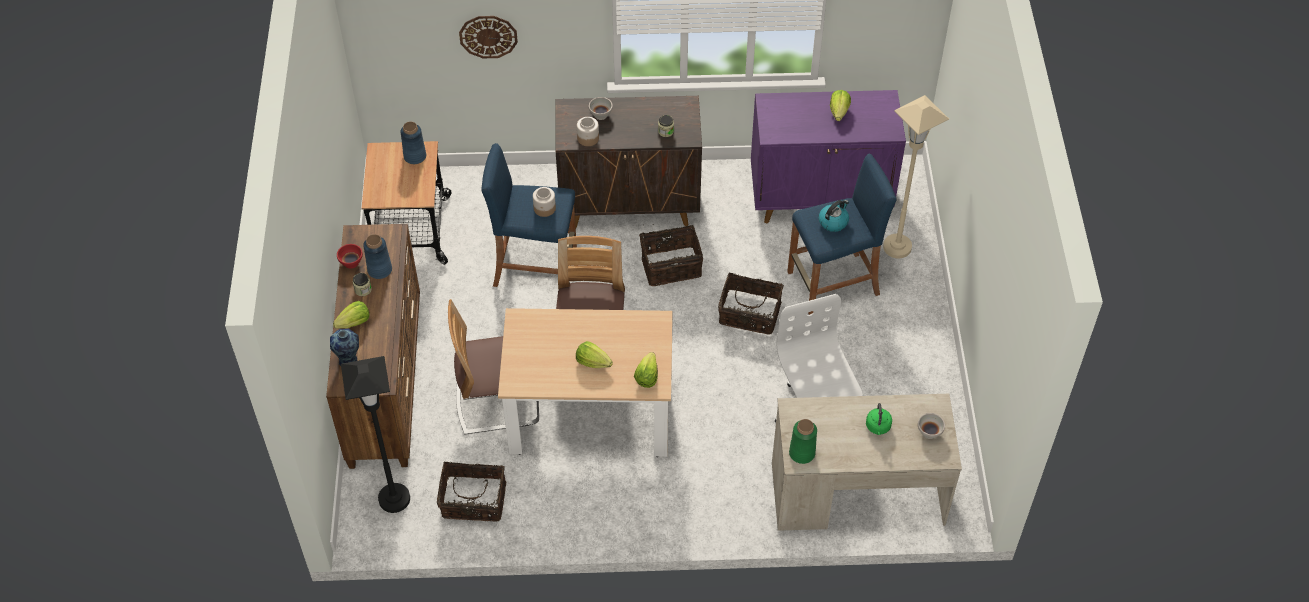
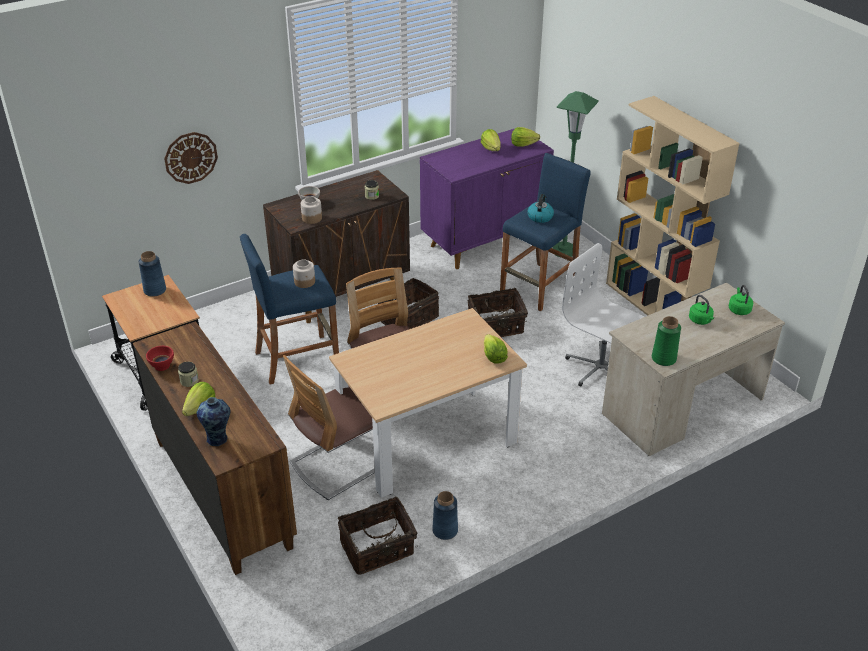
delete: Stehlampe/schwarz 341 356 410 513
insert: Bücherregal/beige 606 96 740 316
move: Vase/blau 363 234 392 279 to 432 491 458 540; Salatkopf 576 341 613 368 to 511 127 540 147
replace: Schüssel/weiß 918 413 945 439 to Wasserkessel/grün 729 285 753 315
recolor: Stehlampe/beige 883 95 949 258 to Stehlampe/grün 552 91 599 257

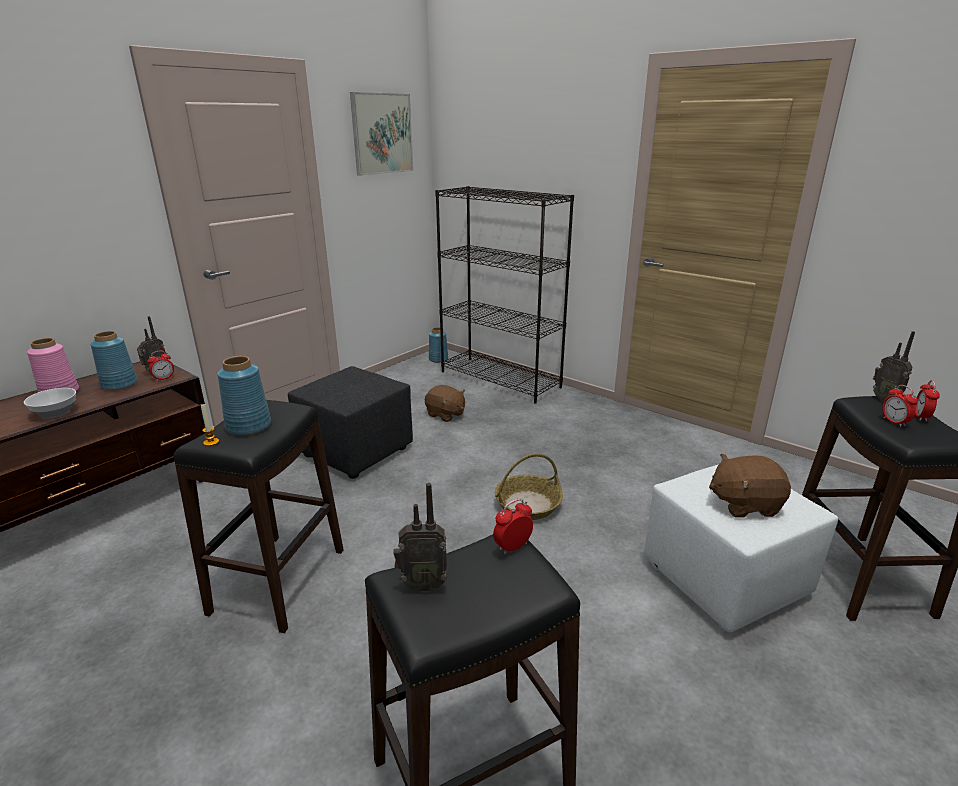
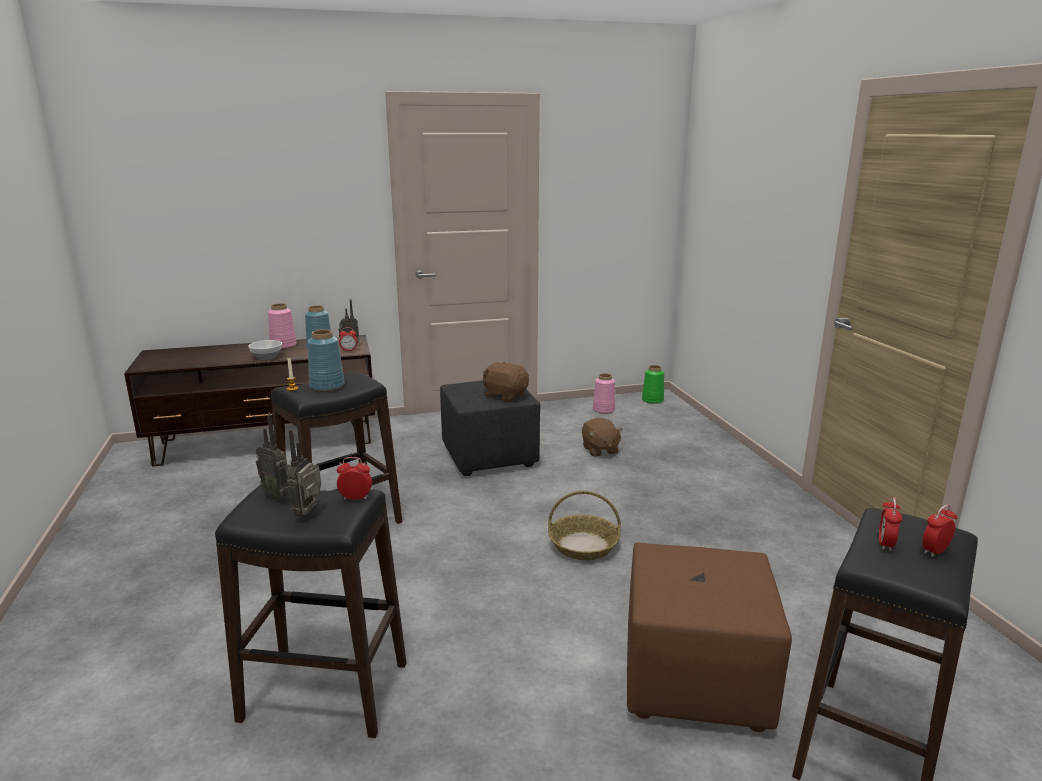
delete: Bild 350 92 414 176; Bücherregal/schwarz 435 186 574 404
insert: Vase/rosa 593 373 615 414
move: Plüschtier/braun 709 454 791 518 to 483 362 529 401; Radio 873 331 915 402 to 286 429 321 517
recolor: Vase/blau 429 327 448 363 to Vase/grün 642 365 664 404; Polsterhocker/weiß 644 464 838 632 to Polsterhocker/braun 627 542 792 732

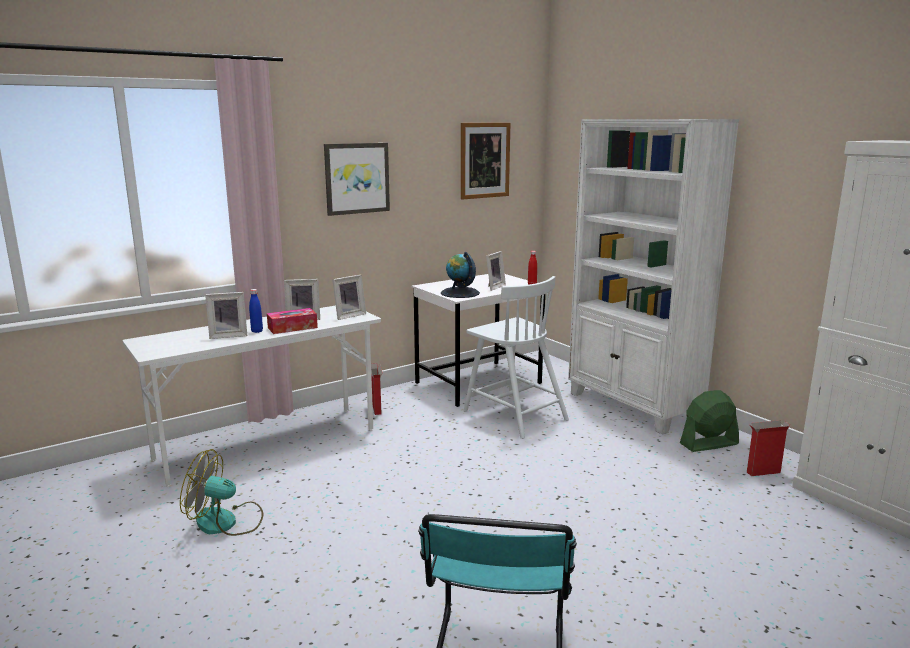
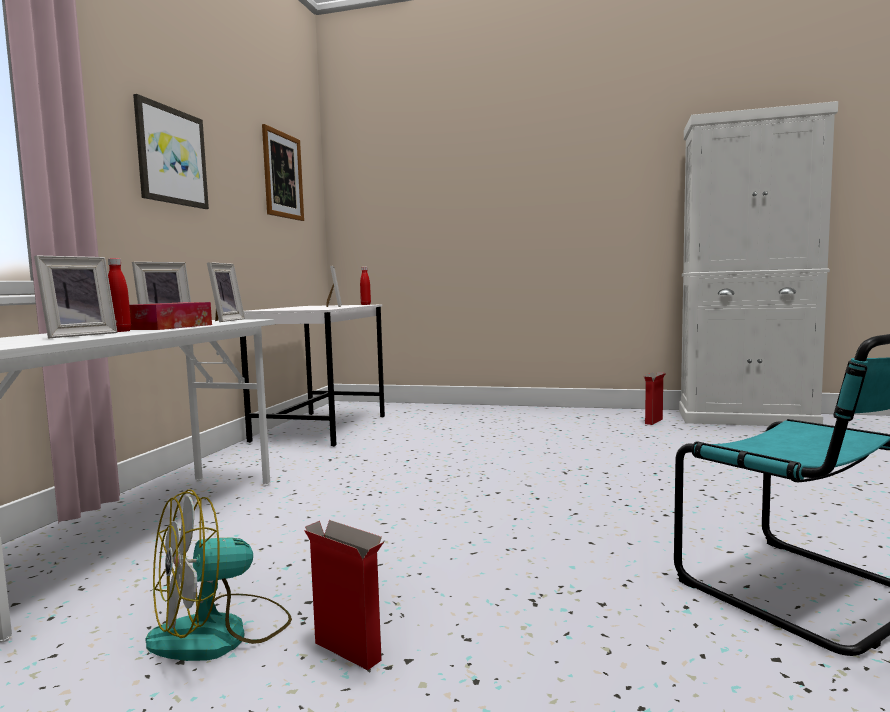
delete: Globus 441 252 480 298; Stuhl/weiß 464 276 569 439; Bücherregal/weiß 568 119 739 435; Ventilator/grün 680 390 739 452
move: Karton 371 363 383 415 to 304 520 384 670
recolor: Flasche/blau 249 289 263 333 to Flasche/rot 108 258 131 332

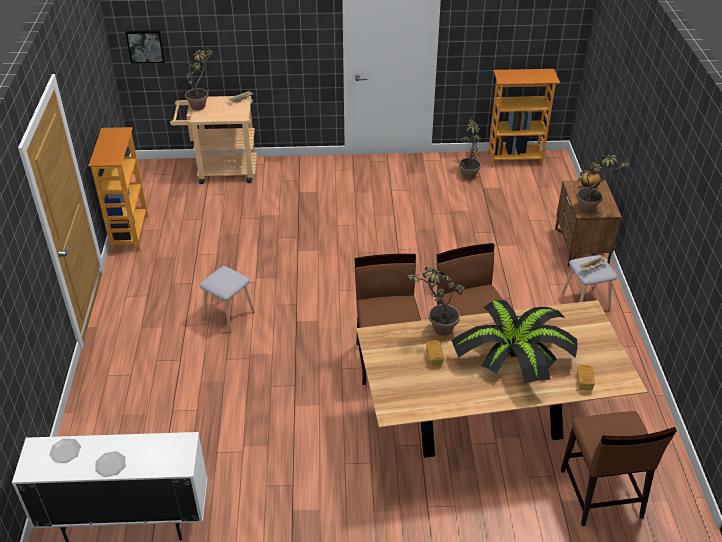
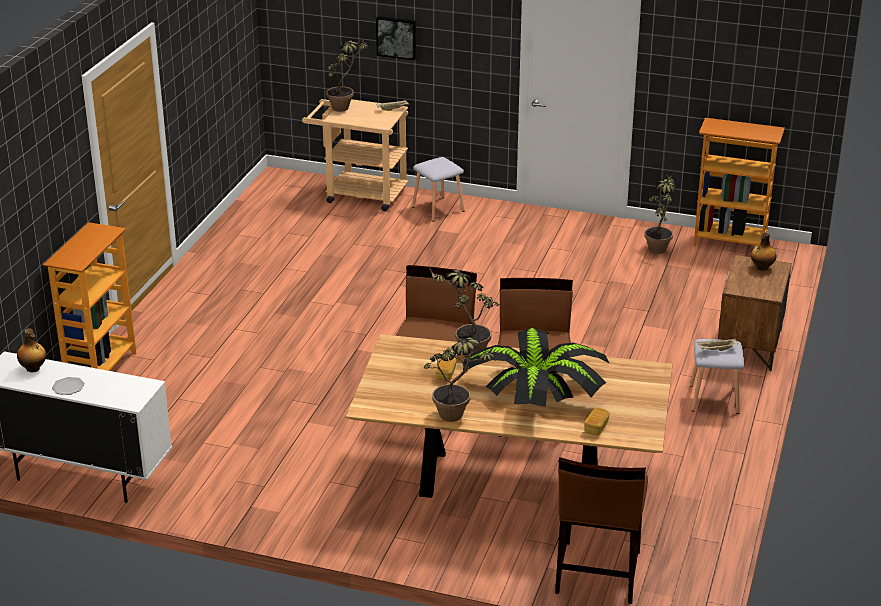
move: Bücherregal 88 127 148 252 to 43 222 136 371; Bild 126 30 165 64 to 376 16 416 60; Hocker/grau 199 266 255 333 to 412 157 465 222; Topfpflanze 576 154 630 213 to 424 337 496 422
replace: Teller 49 439 81 463 to Flasche 17 329 46 373

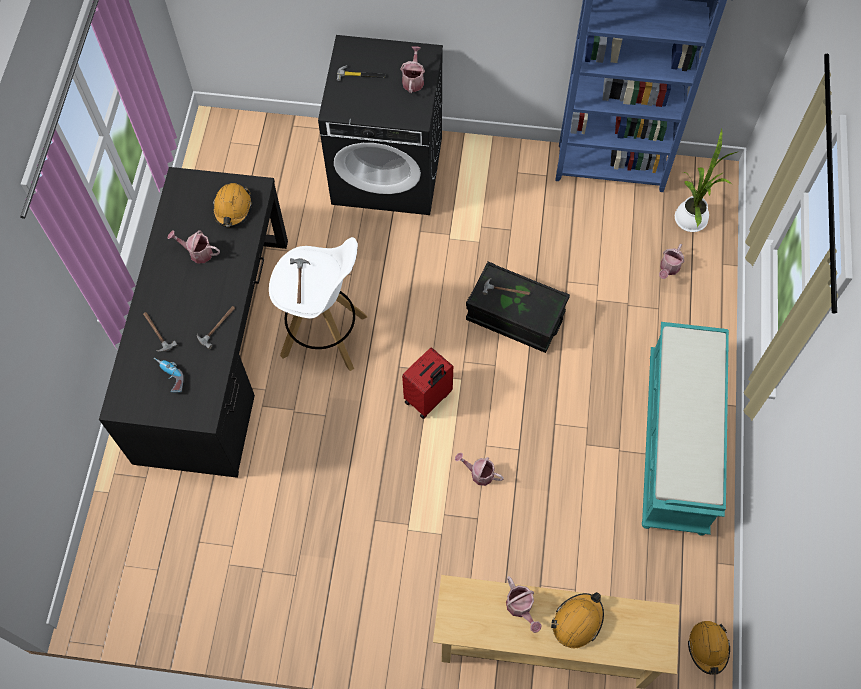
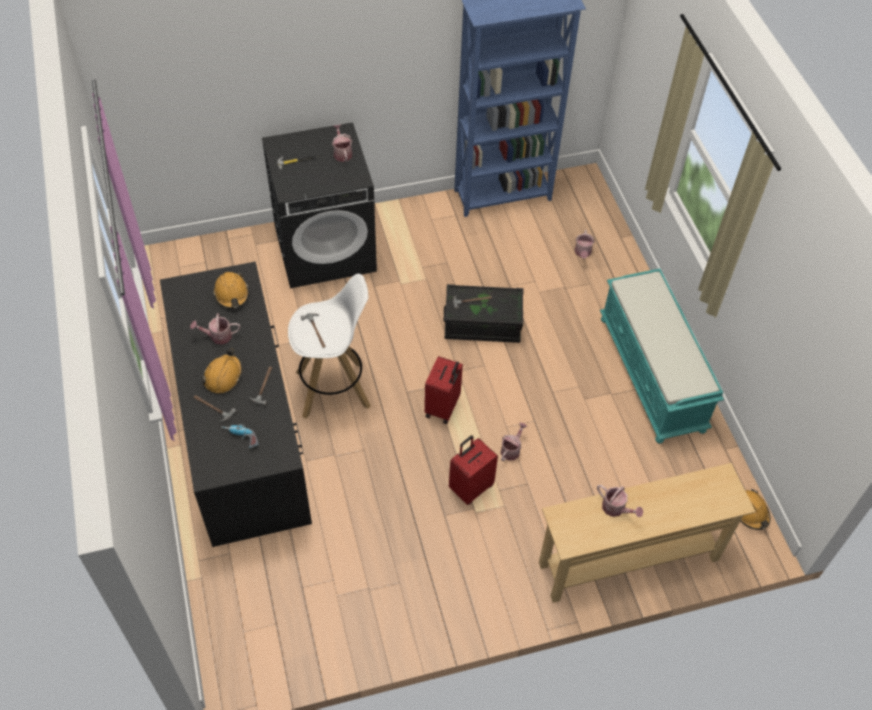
delete: Topfpflanze 675 129 737 232
insert: Koffer/rot 449 435 498 505
move: Schutzhelm/orange 551 592 604 648 to 202 348 242 394
rotate: Gießkanne 455 453 504 486 = 501 422 527 461 120 degrees clockwise

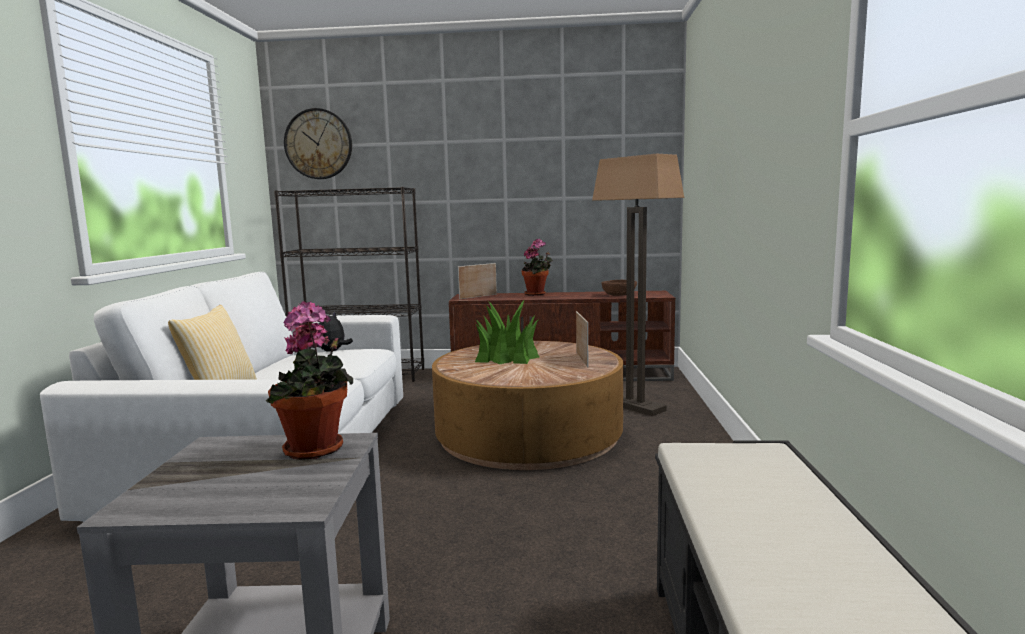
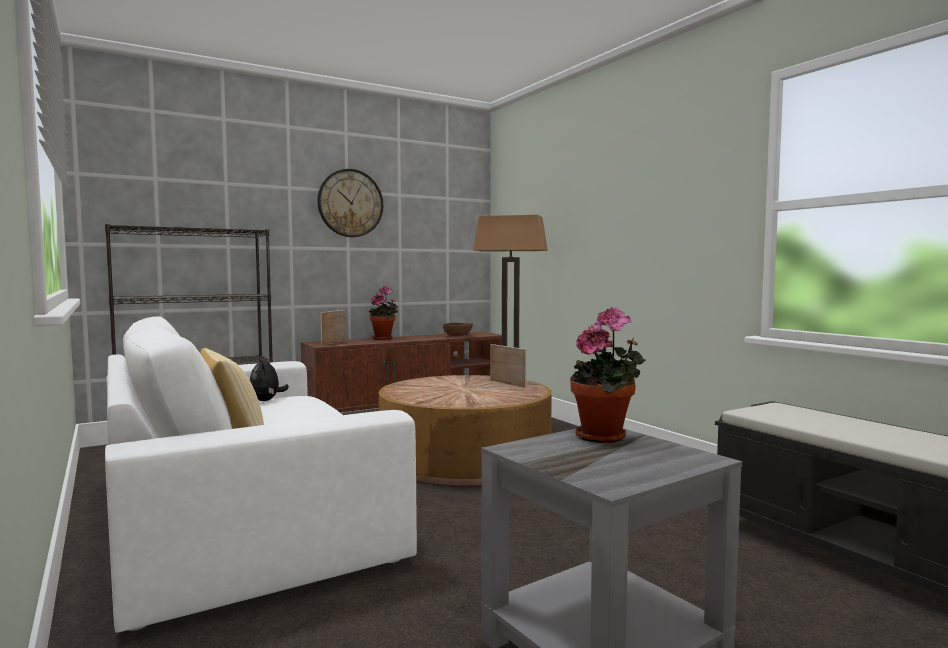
delete: Topfpflanze 475 299 539 364
move: Wanduhr 284 108 352 179 to 317 169 383 237

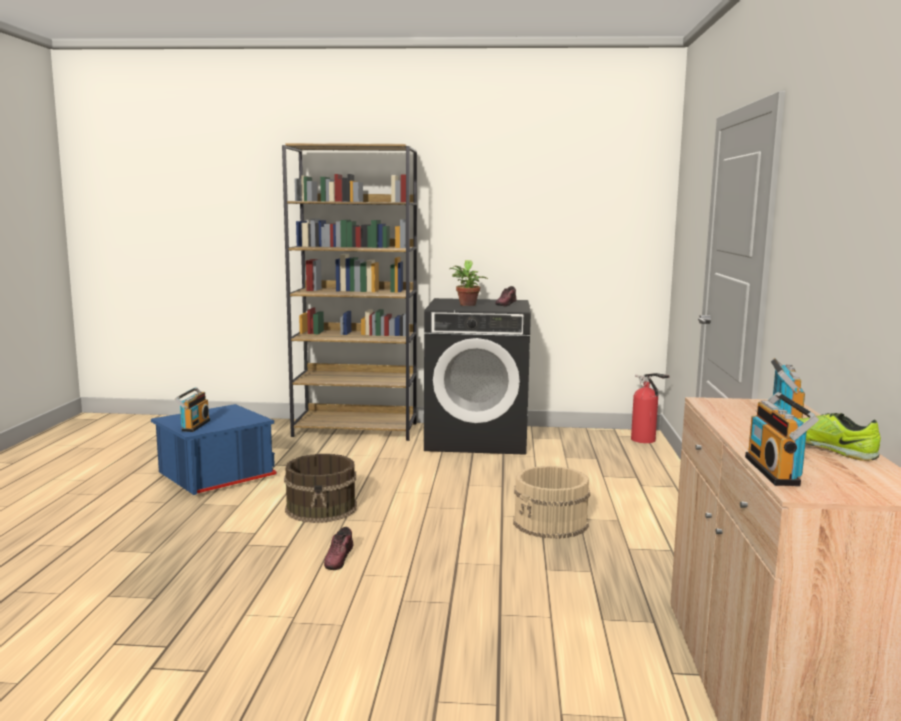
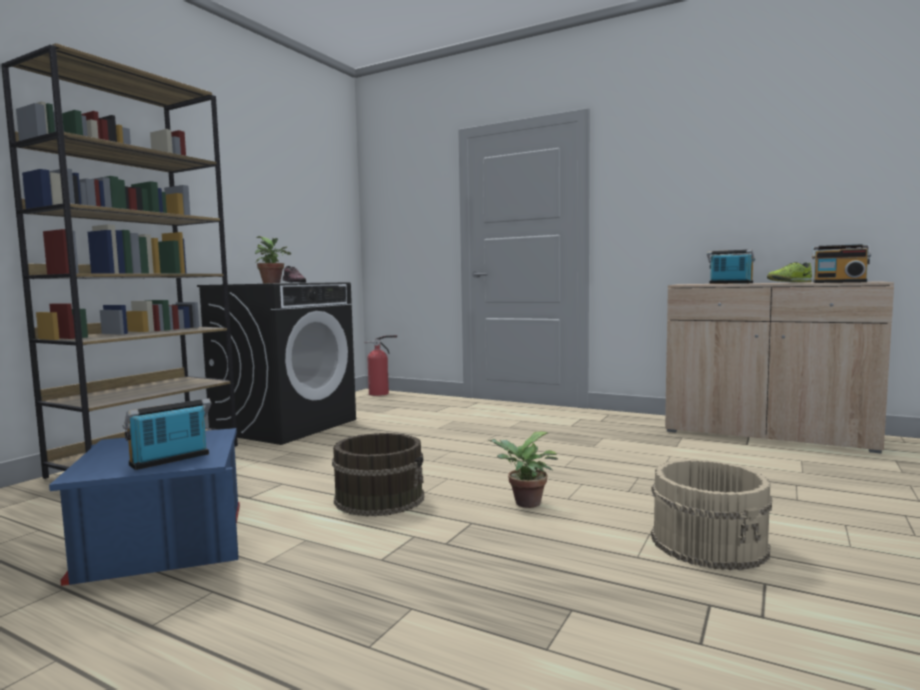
move: Eimer/beige 513 466 590 539 to 651 459 772 570
replace: Schuh 324 527 354 570 to Topfpflanze 488 432 558 508
rotate: Radio 175 387 210 432 = 123 399 212 470 75 degrees counterclockwise

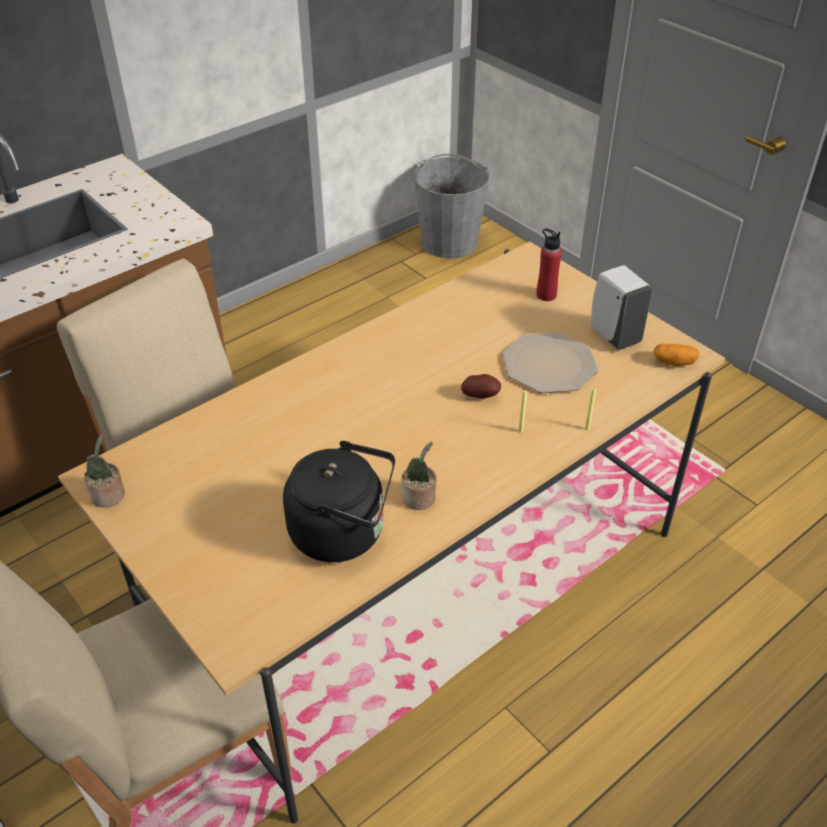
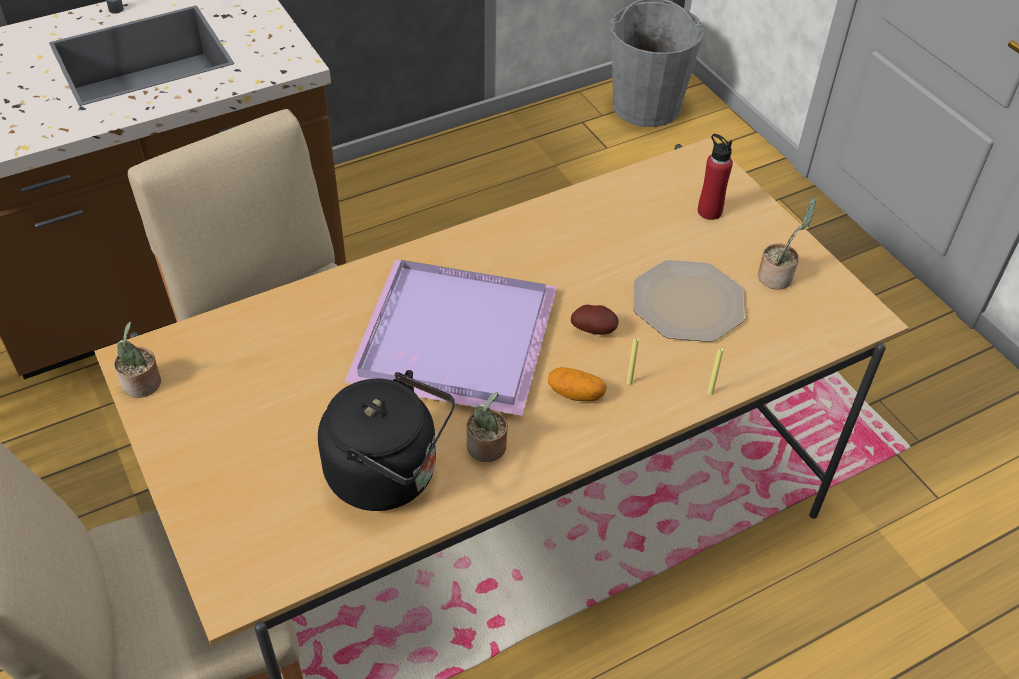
insert: Tablett/lila 344 259 557 416
move: Kartoffel 653 344 699 366 to 548 367 607 401
replace: Seifenspender/weiß 591 265 653 350 to Topfpflanze 758 197 816 290

